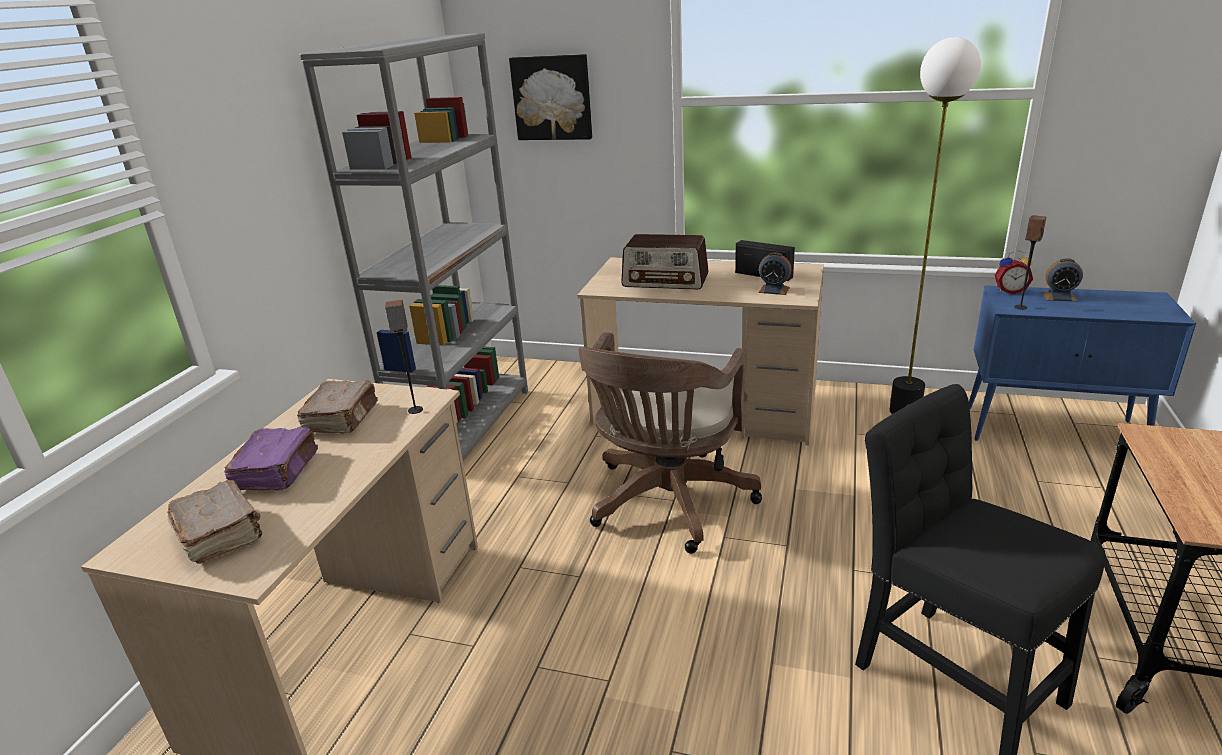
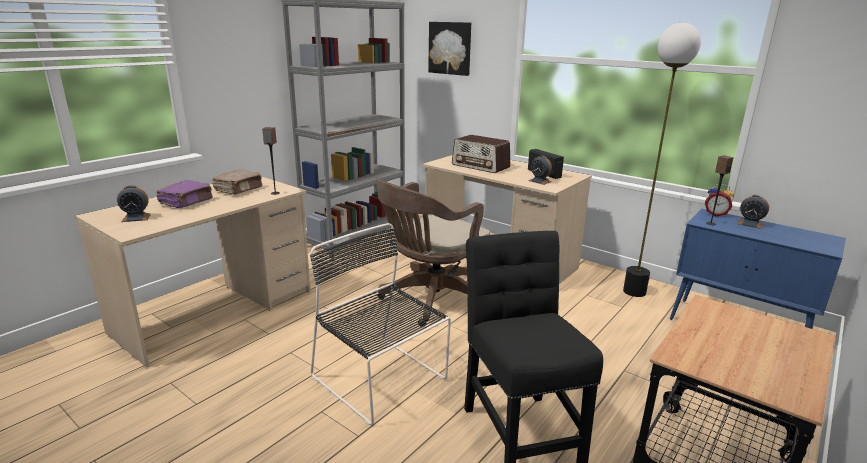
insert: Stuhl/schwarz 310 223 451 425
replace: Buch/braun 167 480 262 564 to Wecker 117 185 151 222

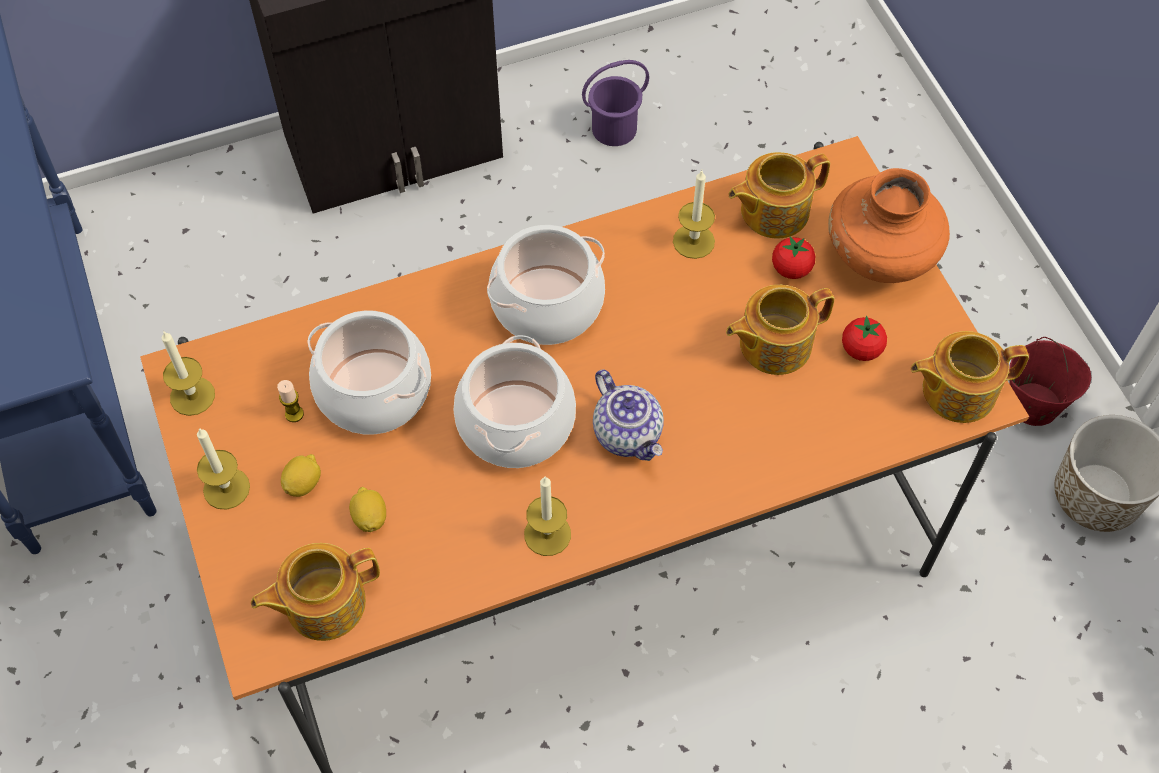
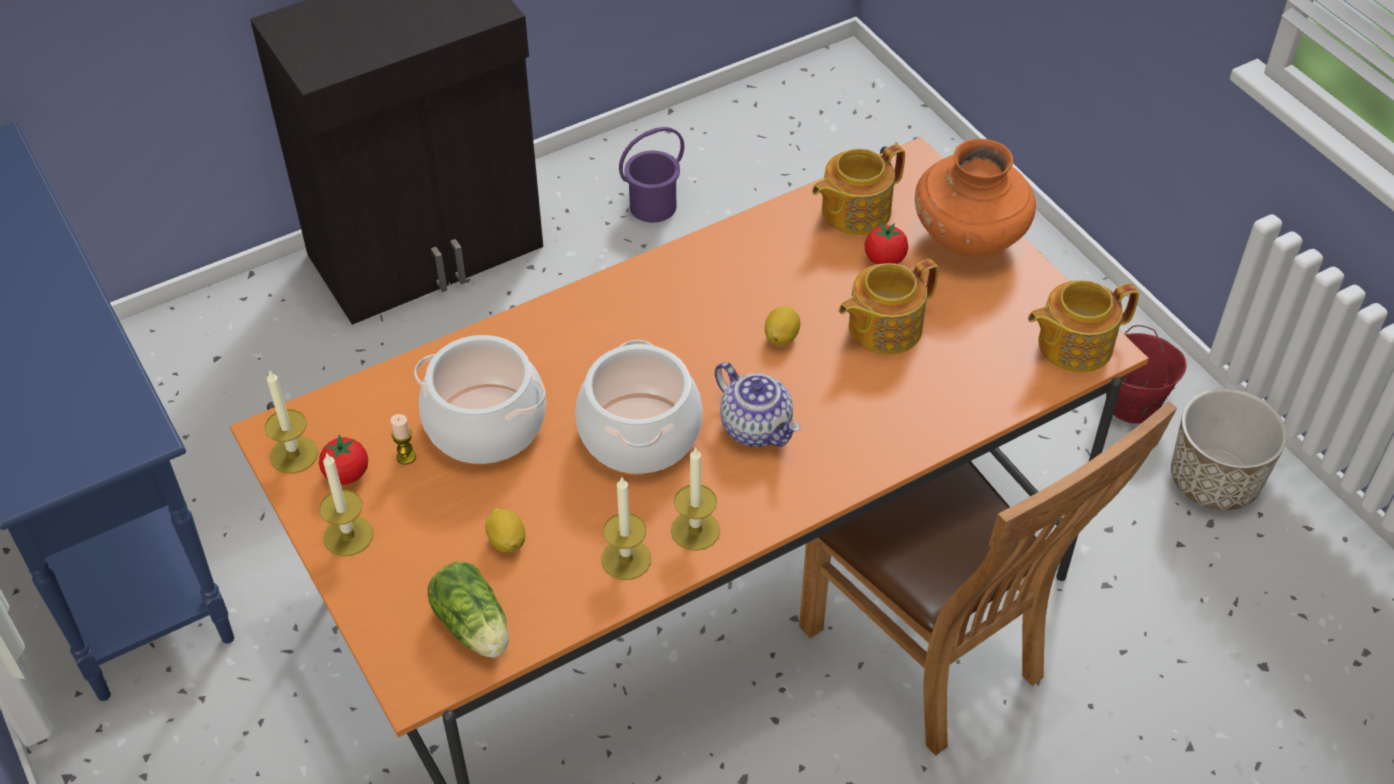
delete: Kochtopf 487 225 605 345
insert: Stuhl/braun 799 401 1177 756
move: Zitrone 281 454 321 497 to 765 306 801 346; Kerze 673 170 715 259 to 602 478 651 580; Tomate 842 315 887 361 to 319 434 368 484
replace: Teekanne 251 543 380 641 to Salatkopf 428 561 509 658

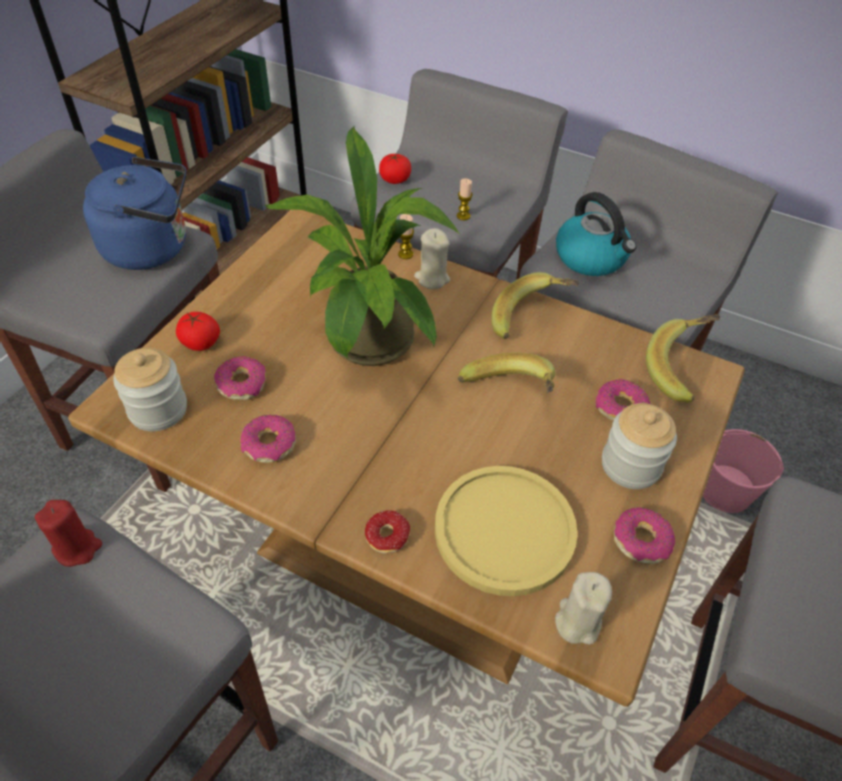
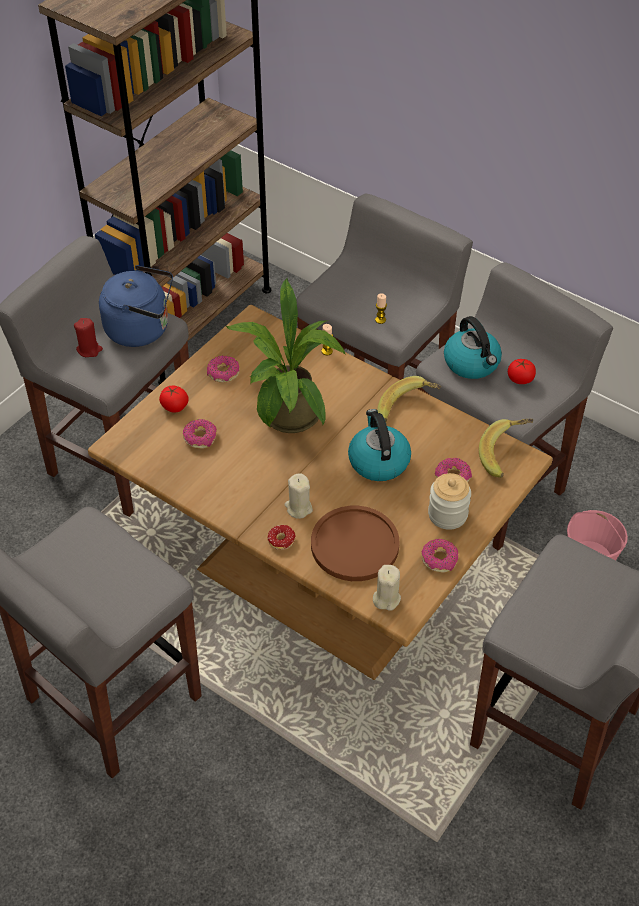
delete: Vorratsglas 113 348 187 431
move: Kerze/rot 35 500 102 567 to 74 318 103 357; Donut 240 415 296 463 to 207 356 239 383; Tomate 379 153 411 184 to 508 359 536 384; Kerze/beige 414 228 450 289 to 285 473 313 519
replace: Banane 458 353 555 393 to Wasserkessel 348 409 411 481
recolor: Teller/gelb 435 466 578 596 to Teller/braun 311 506 400 581

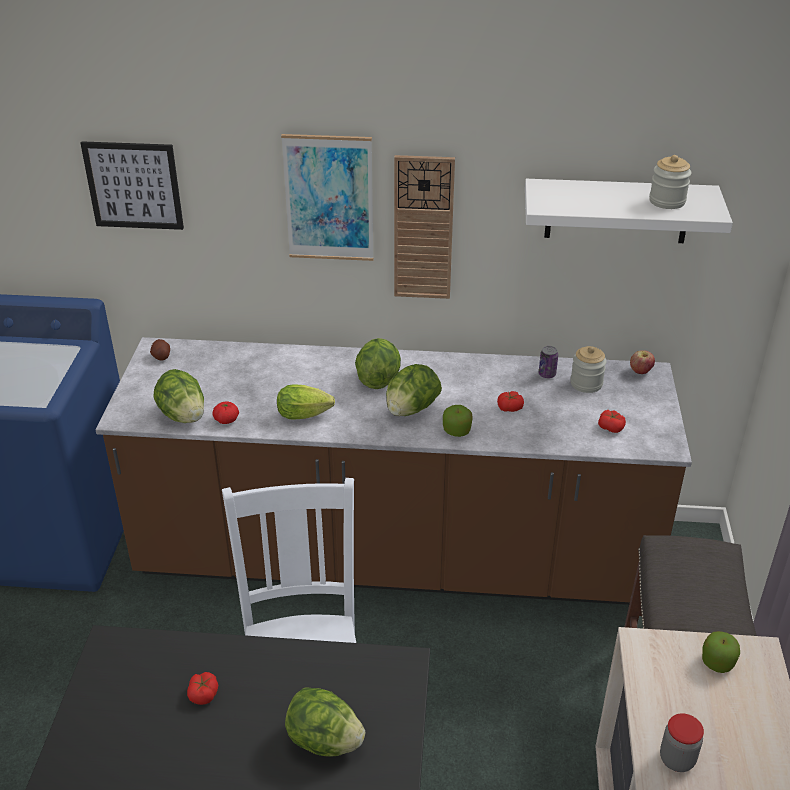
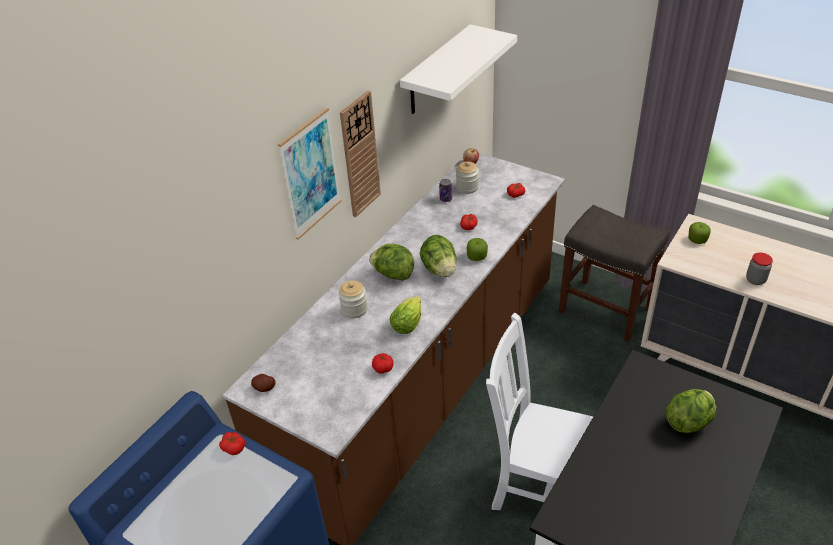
delete: Bild 81 141 184 230; Salatkopf 153 369 204 423
move: Tomate 187 672 218 705 to 219 432 245 455; Vorratsglas 649 155 691 209 to 338 280 368 318

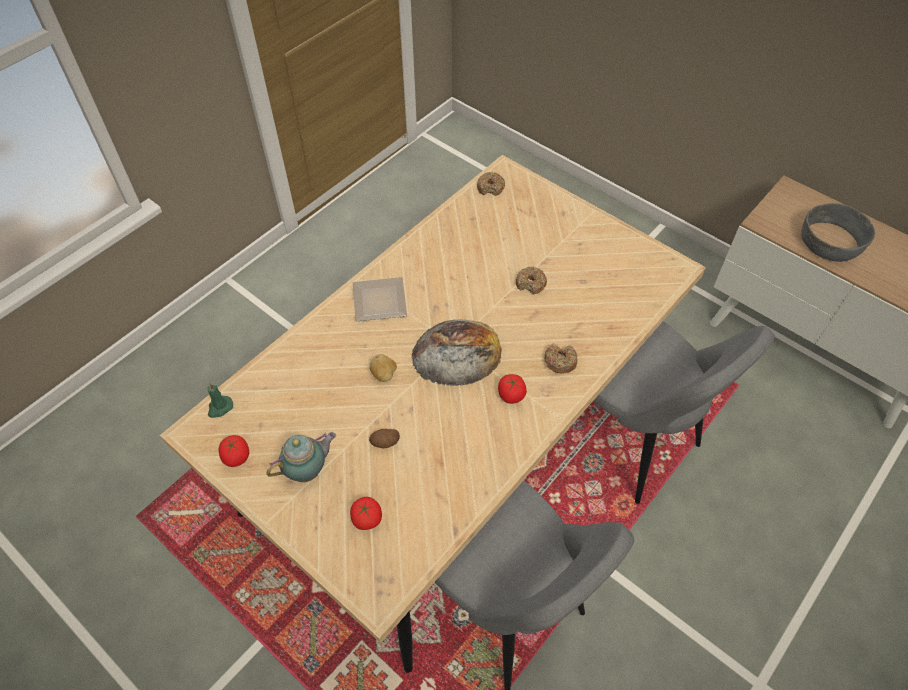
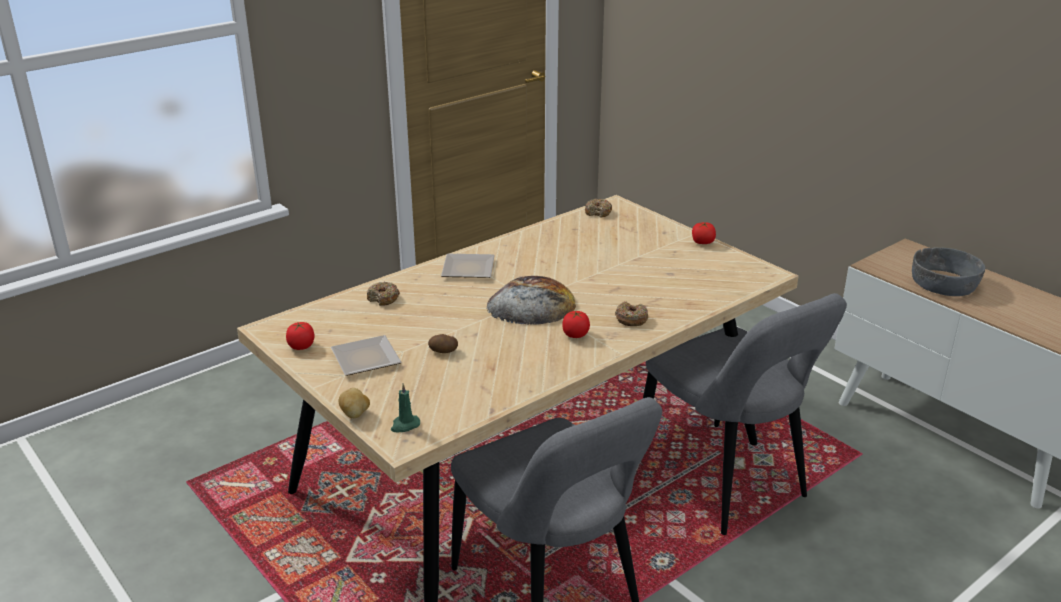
move: Kerze/grün 208 383 233 418 to 391 383 420 432; Tomate 350 497 382 530 to 692 222 716 244; Kartoffel 370 354 397 382 to 339 388 370 418; Donut 516 267 547 295 to 367 282 400 306
replace: Teekanne 266 432 336 482 to Teller 331 335 401 376

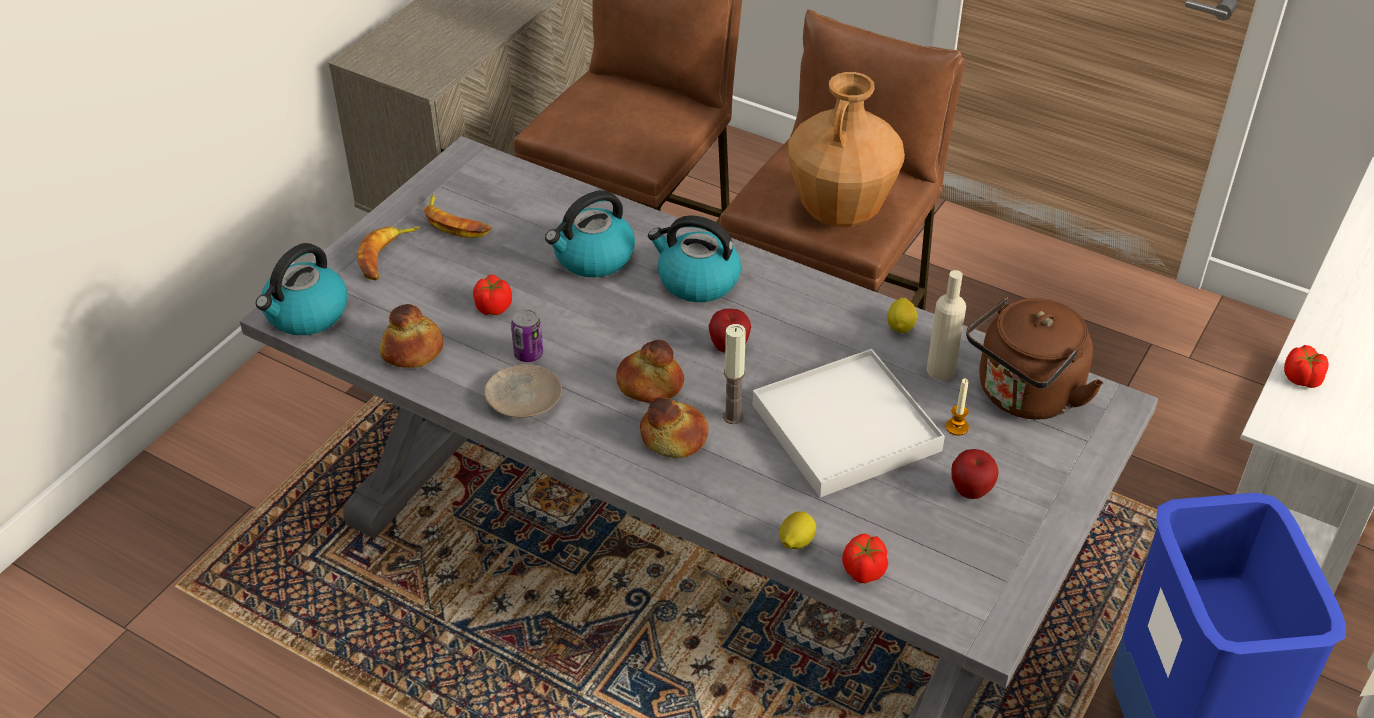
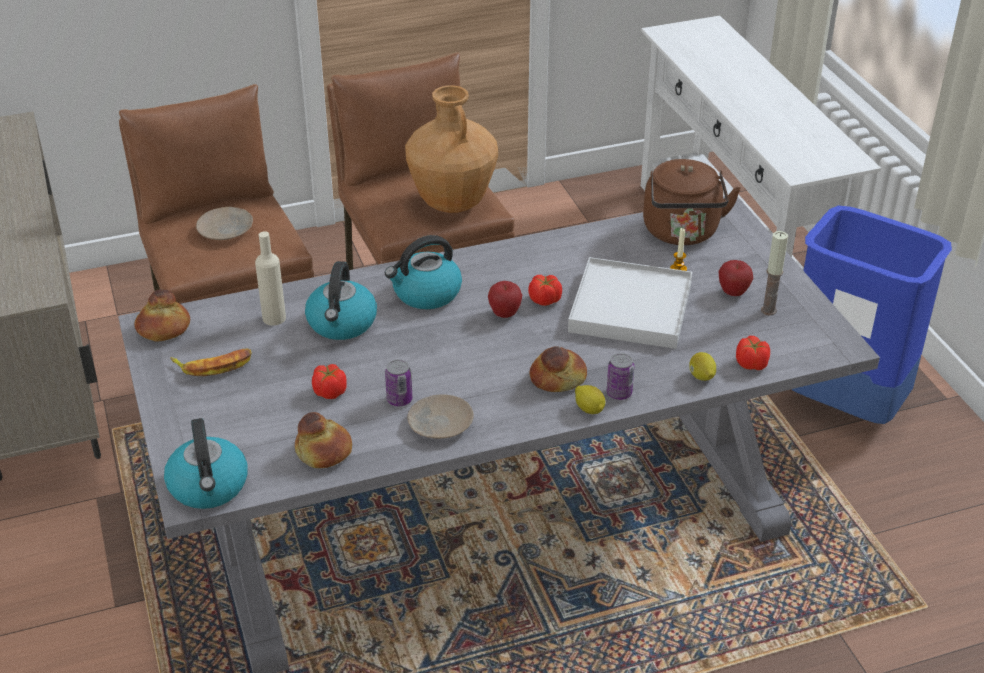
delete: Banane 358 226 421 280
insert: Teller/beige 196 207 253 240; Dose 607 353 634 400
move: Brot 616 340 684 403 to 135 289 190 341; Kerze 723 324 746 424 to 761 231 788 315; Zitrone 887 298 917 333 to 575 385 606 414; Flasche/beige 927 270 966 380 to 255 231 286 326; Tomate 1284 345 1329 388 to 528 275 562 306

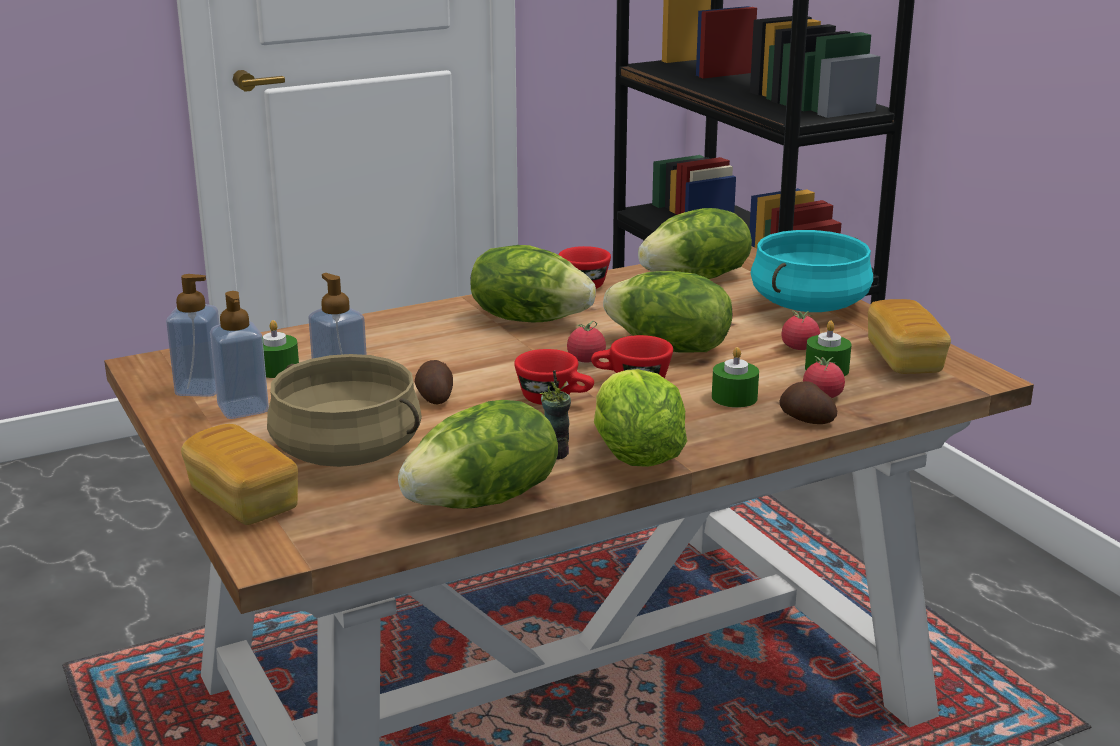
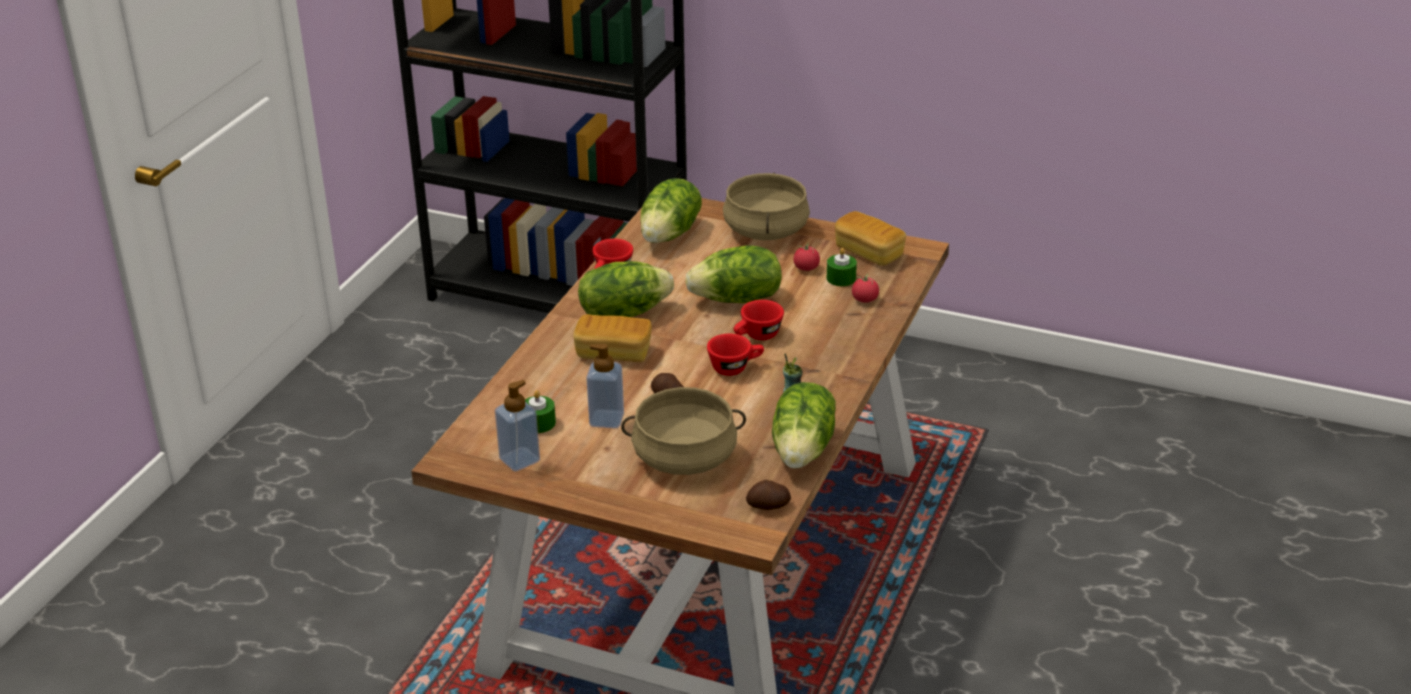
delete: Seifenspender 210 291 269 419; Tomate 567 321 606 362; Salatkopf 594 369 687 467; Kerze/grün 712 347 759 408
move: Brot 181 424 298 525 to 573 314 652 362; Kartoffel 779 381 837 424 to 746 480 791 510
recolor: Kochtopf/türkis 751 230 873 312 to Kochtopf/beige 723 173 810 240

